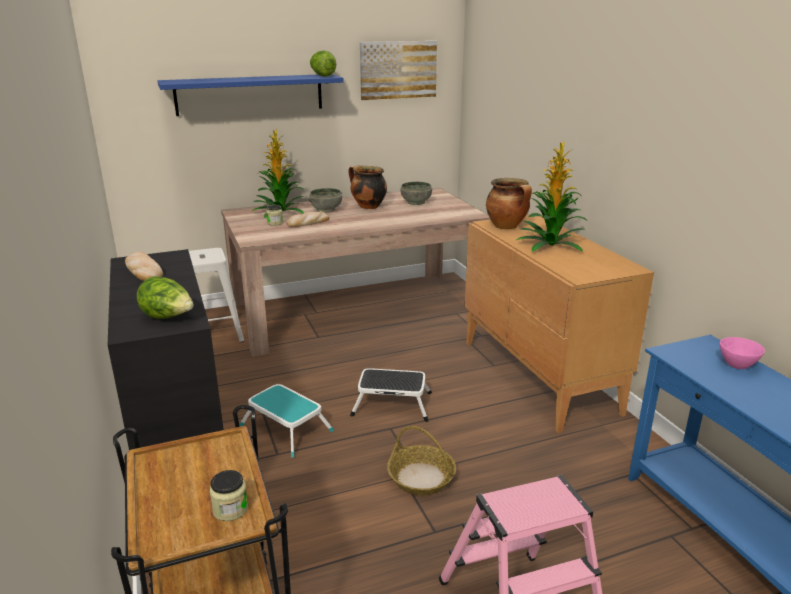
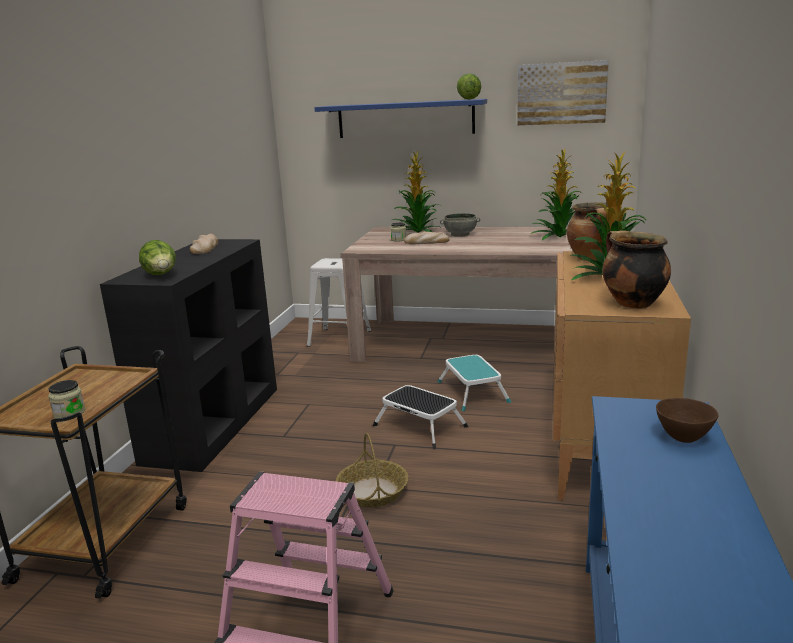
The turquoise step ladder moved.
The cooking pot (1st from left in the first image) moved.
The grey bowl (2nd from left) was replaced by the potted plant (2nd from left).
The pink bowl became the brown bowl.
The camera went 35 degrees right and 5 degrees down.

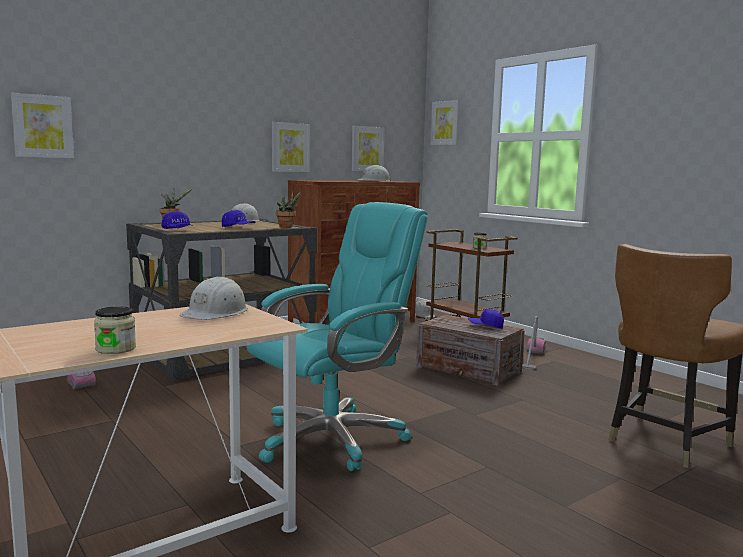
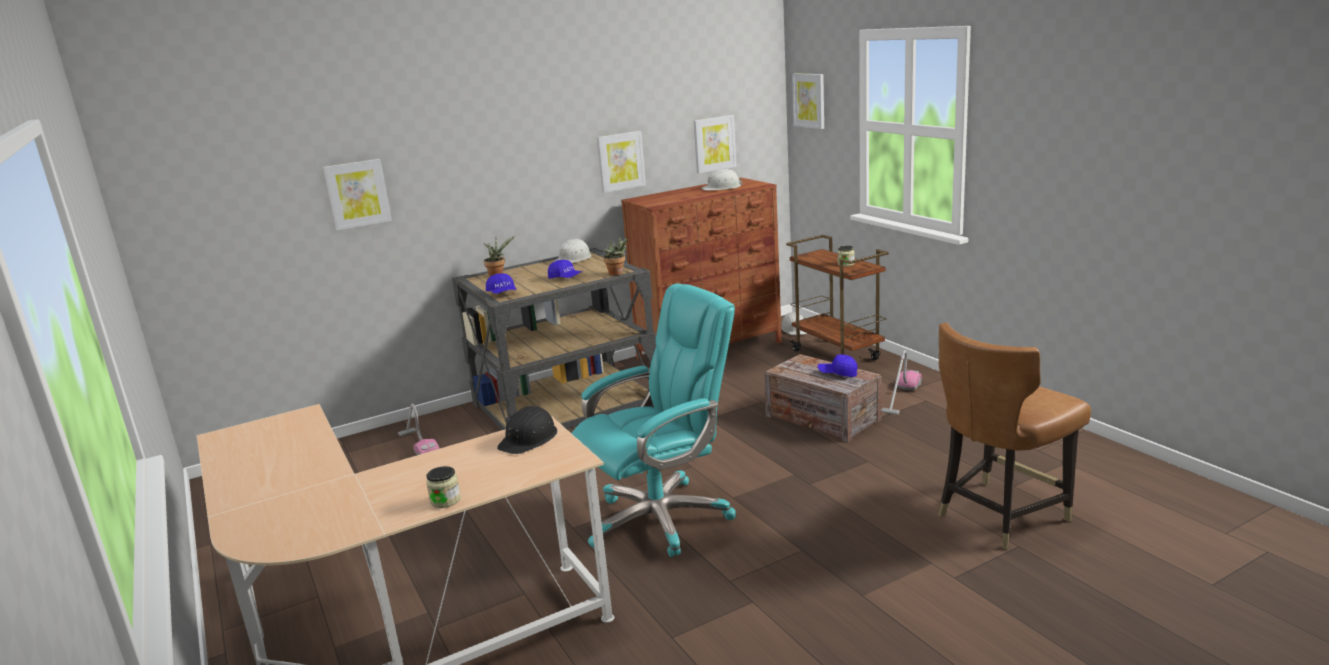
The white hard hat (1st from left) became the black hard hat.
The camera went 10 degrees right and 10 degrees up.

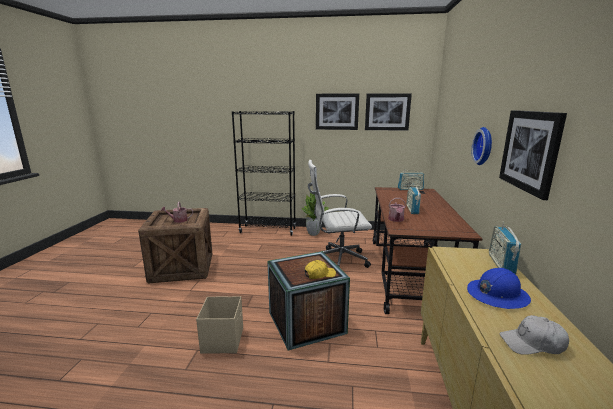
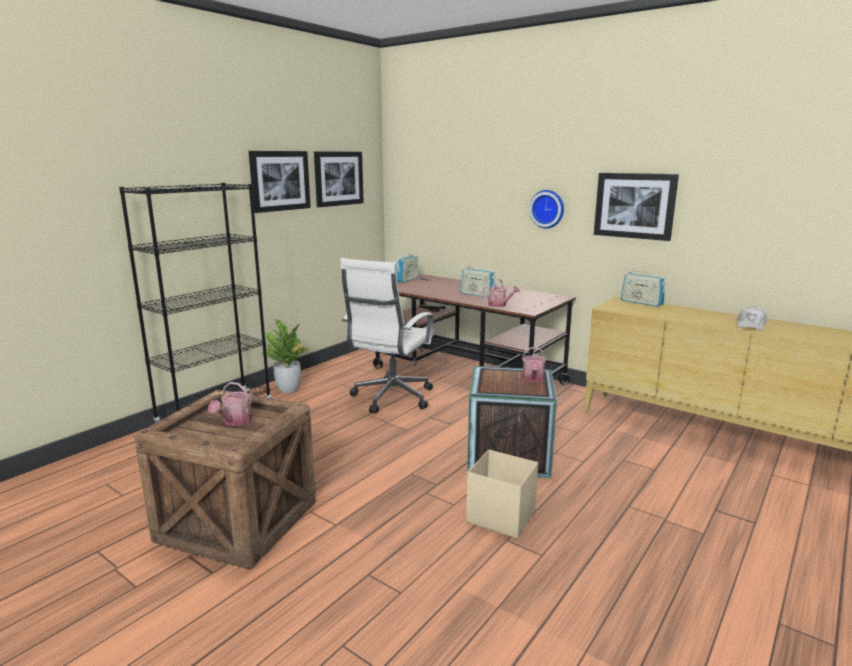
The blue hard hat disappeared.
The yellow cap was replaced by the watering can (3rd from left).
The camera went 60 degrees left and 0 degrees up.

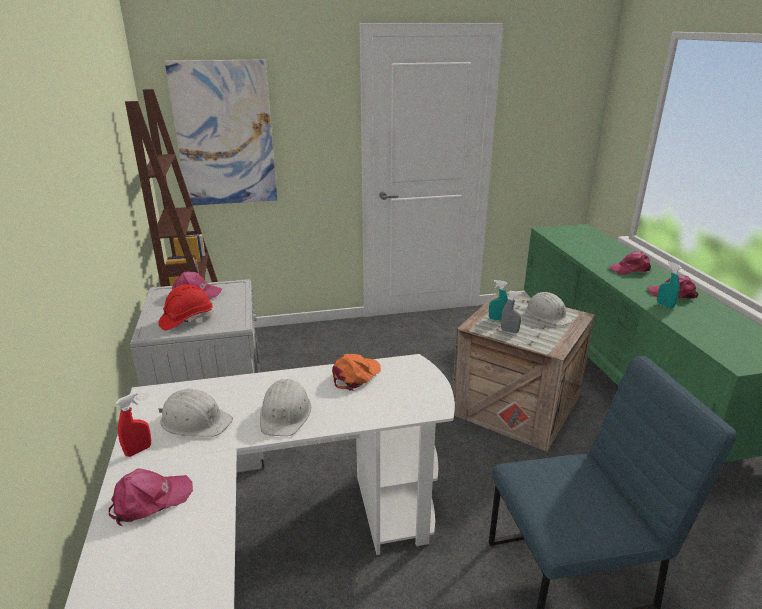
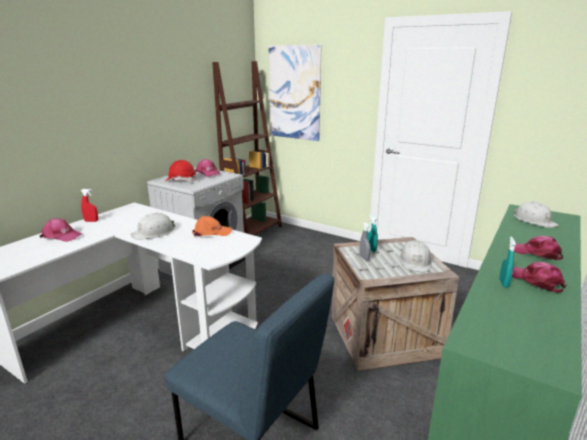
The white hard hat (1st from left in the first image) moved.
The camera went 45 degrees right and 5 degrees down.

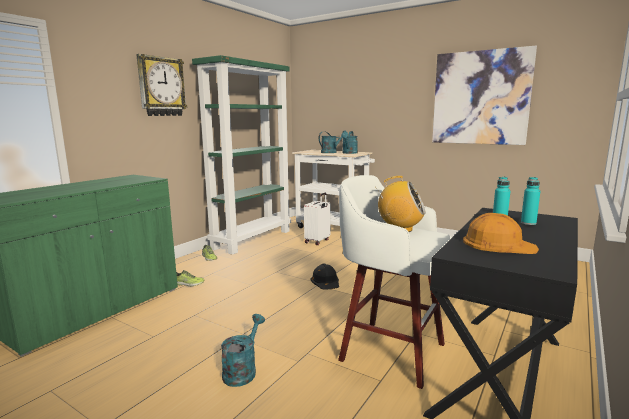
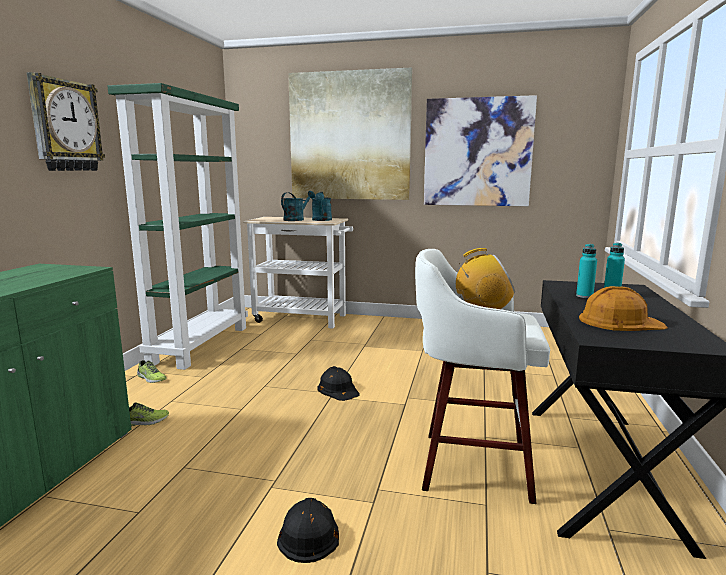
The white suitcase disappeared.
The picture (1st from left) appeared.
The turquoise watering can (1st from left) was replaced by the black hard hat (1st from left).
The camera went 20 degrees left and 0 degrees up.

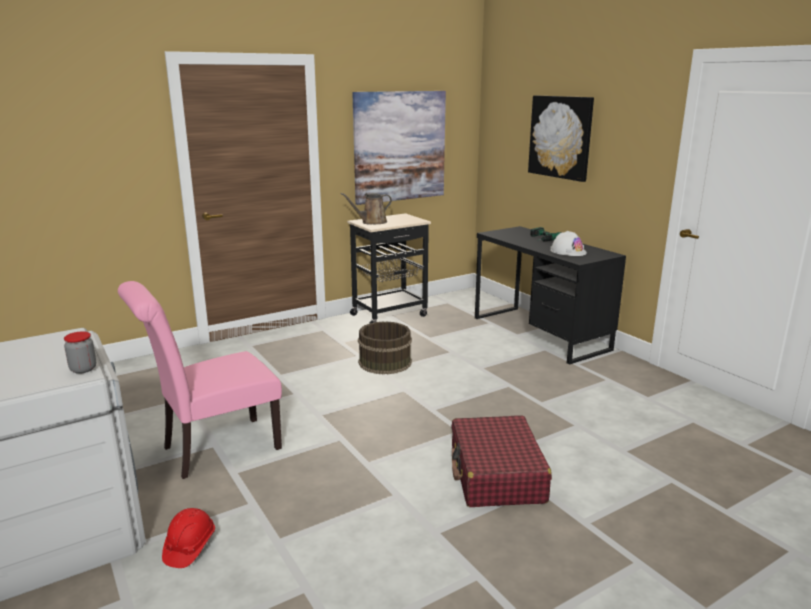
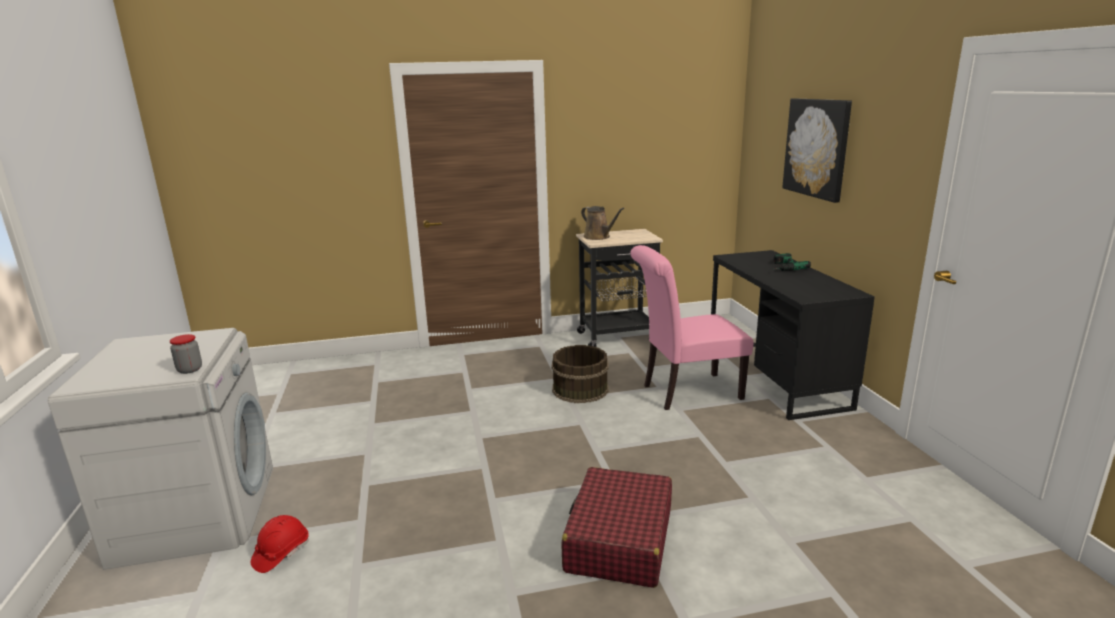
The picture (1st from left) disappeared.
The white hard hat disappeared.
The pink chair moved.
The brown watering can turned 120 degrees counterclockwise.
The camera went 20 degrees right and 0 degrees up.

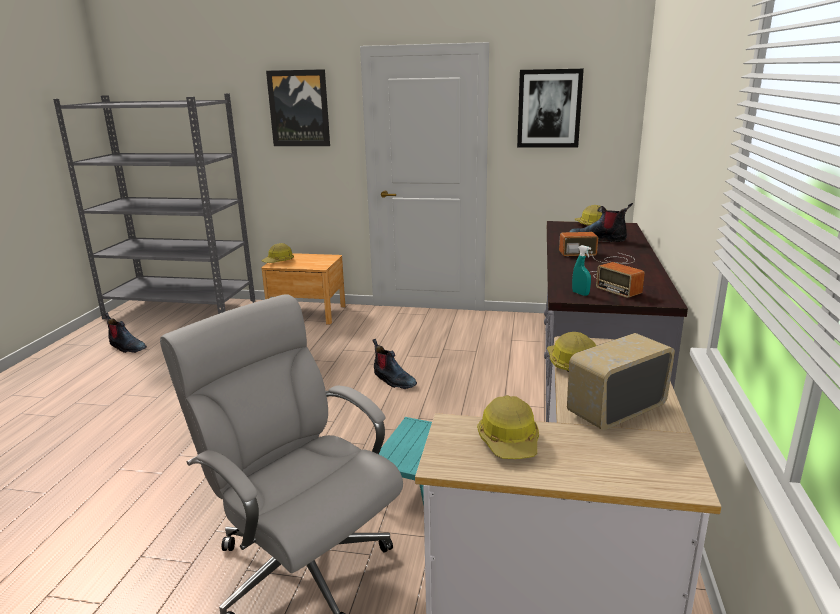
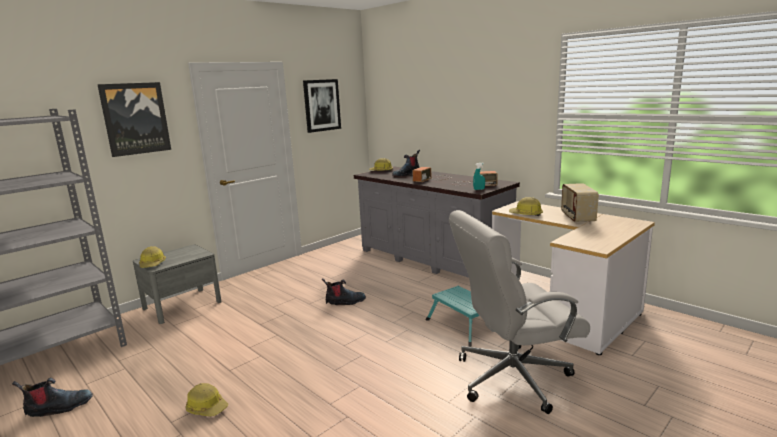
The hard hat (2nd from left) moved.
The brown nightstand became the grey nightstand.
The camera went 55 degrees left and 5 degrees down.

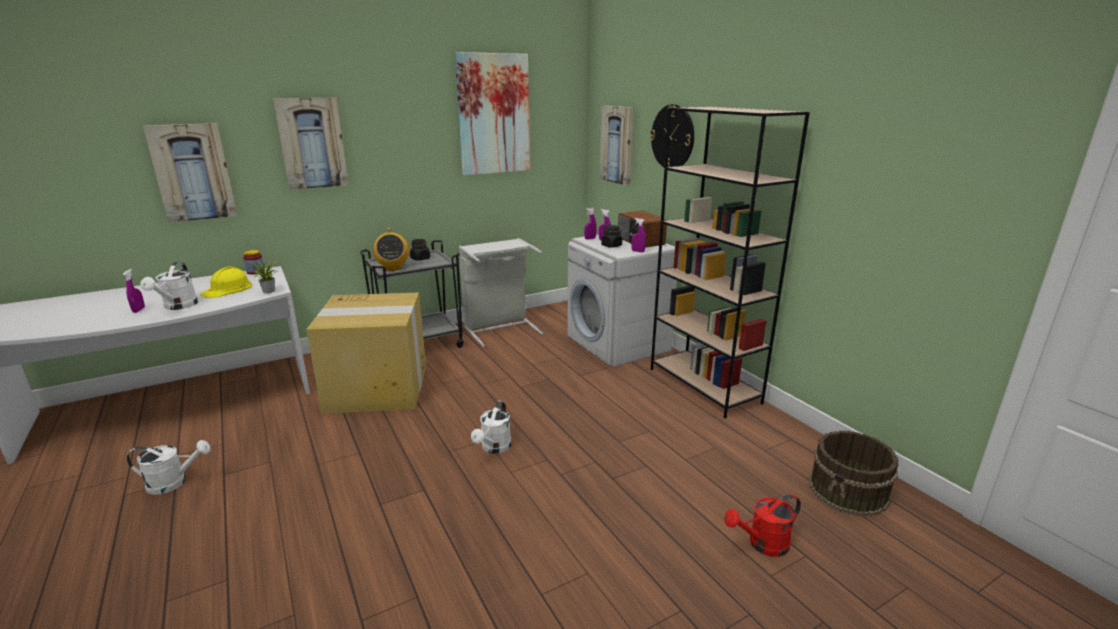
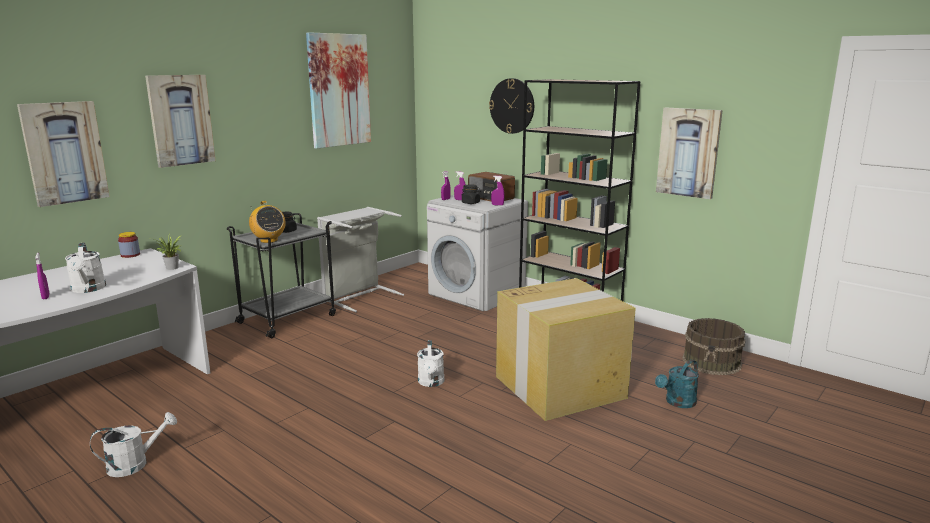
The yellow hard hat disappeared.
The cardboard box moved.
The picture (4th from left) moved.
The red watering can became the turquoise watering can.
The camera went 20 degrees left and 5 degrees down.

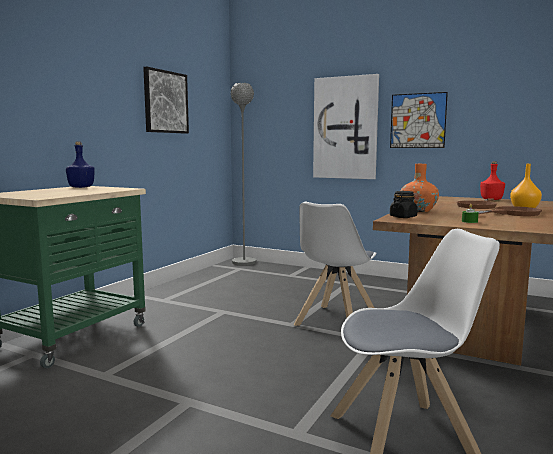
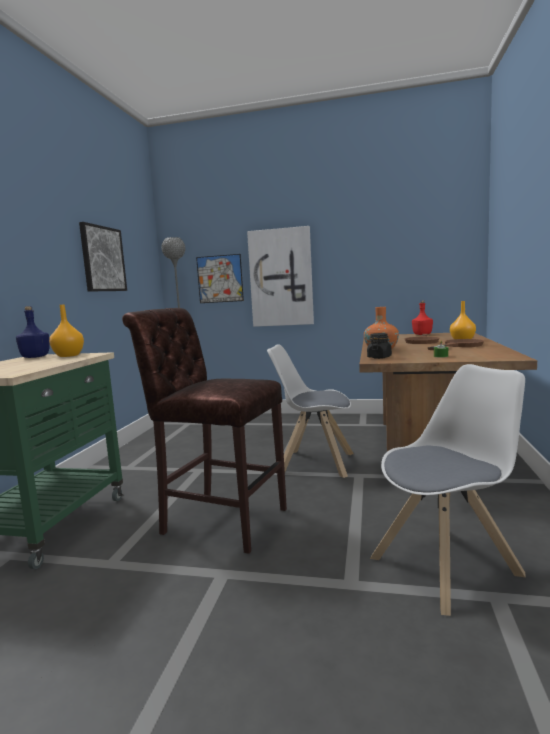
The orange vase (1st from left) appeared.
The brown stool appeared.
The picture (3rd from left in the first image) moved.
The chair (1st from left) turned 90 degrees clockwise.
The camera went 15 degrees left and 0 degrees up.

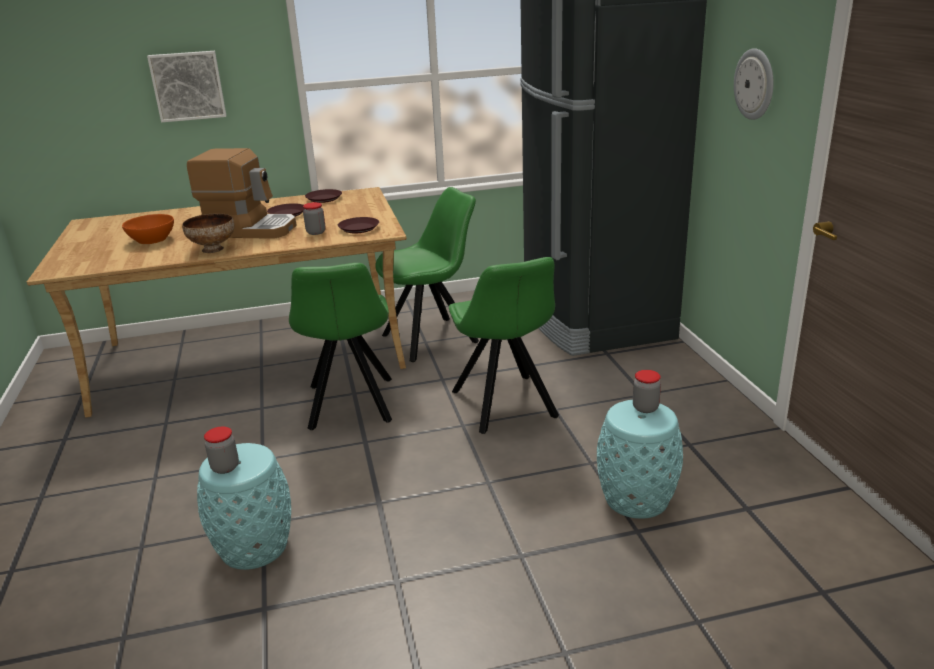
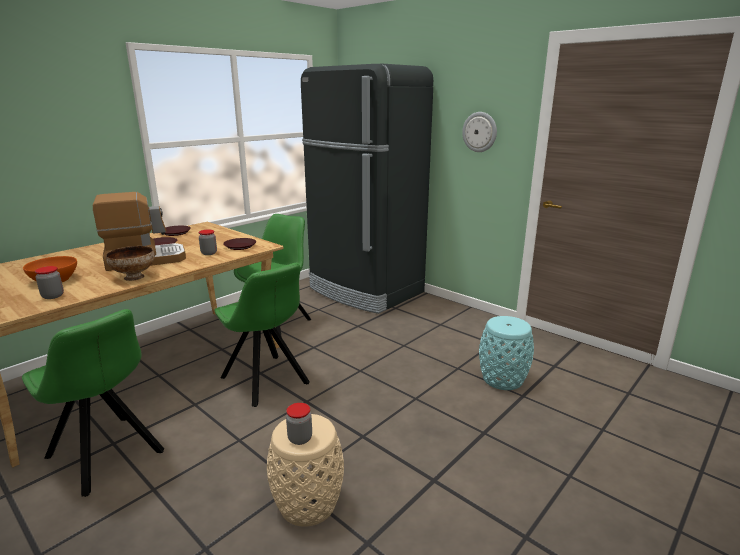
The picture disappeared.
The green chair (3rd from left in the first image) moved.
The jar (3rd from left in the first image) moved.
The turquoise stool (1st from left) became the beige stool.
The camera went 35 degrees left and 5 degrees down.

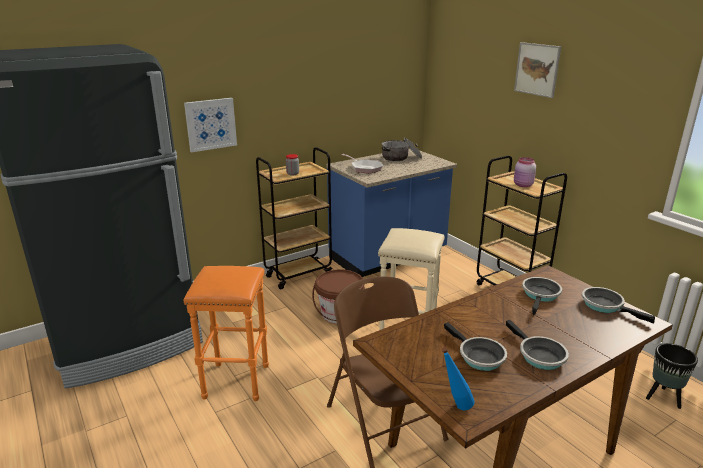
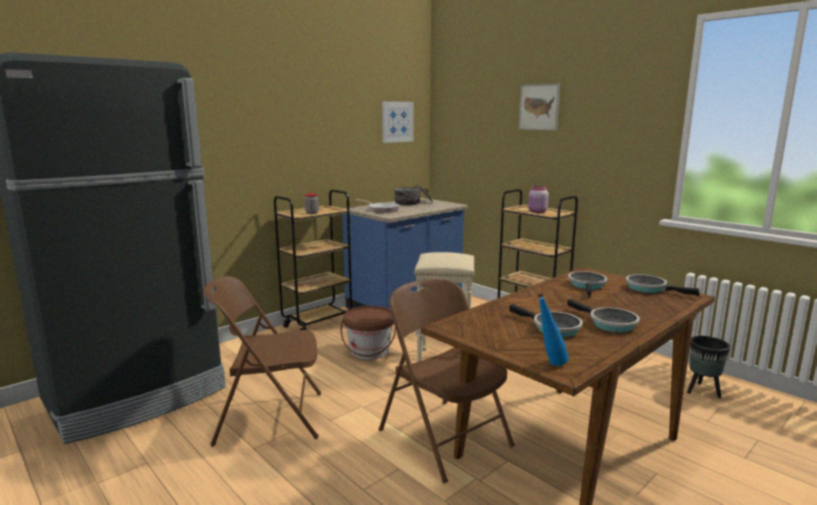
The picture (1st from left) moved.
The orange stool was replaced by the brown chair (1st from left).
The camera went 10 degrees left and 10 degrees down.

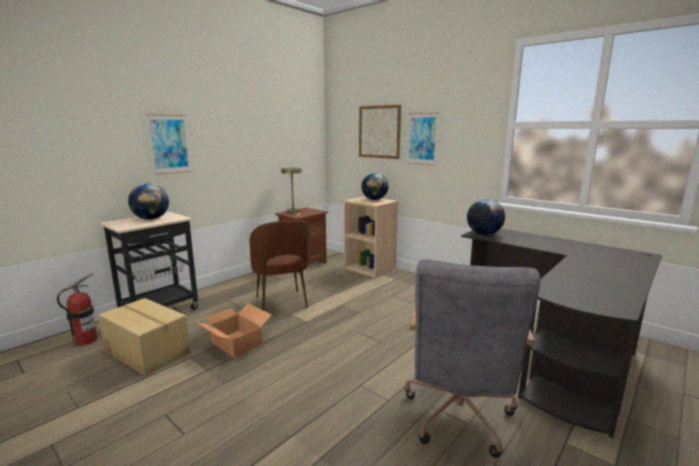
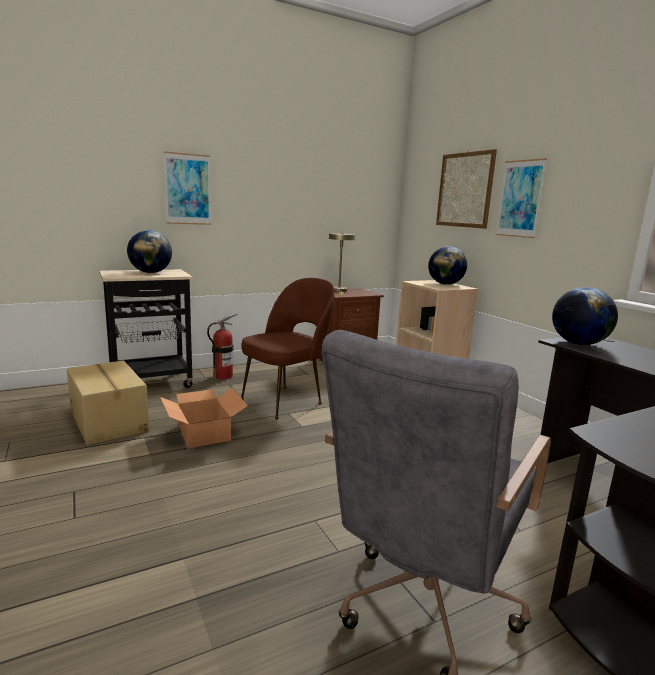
The fire extinguisher moved.
The brown chair turned 135 degrees counterclockwise.
The camera went 20 degrees right and 0 degrees up.

